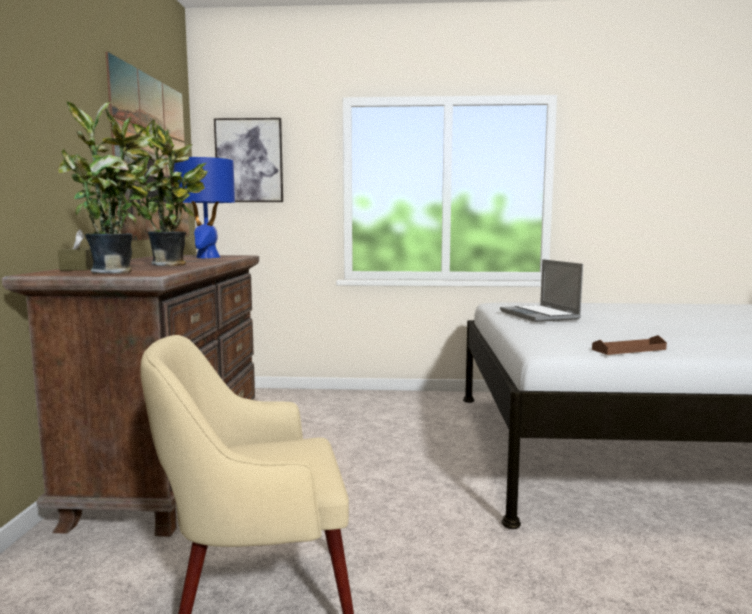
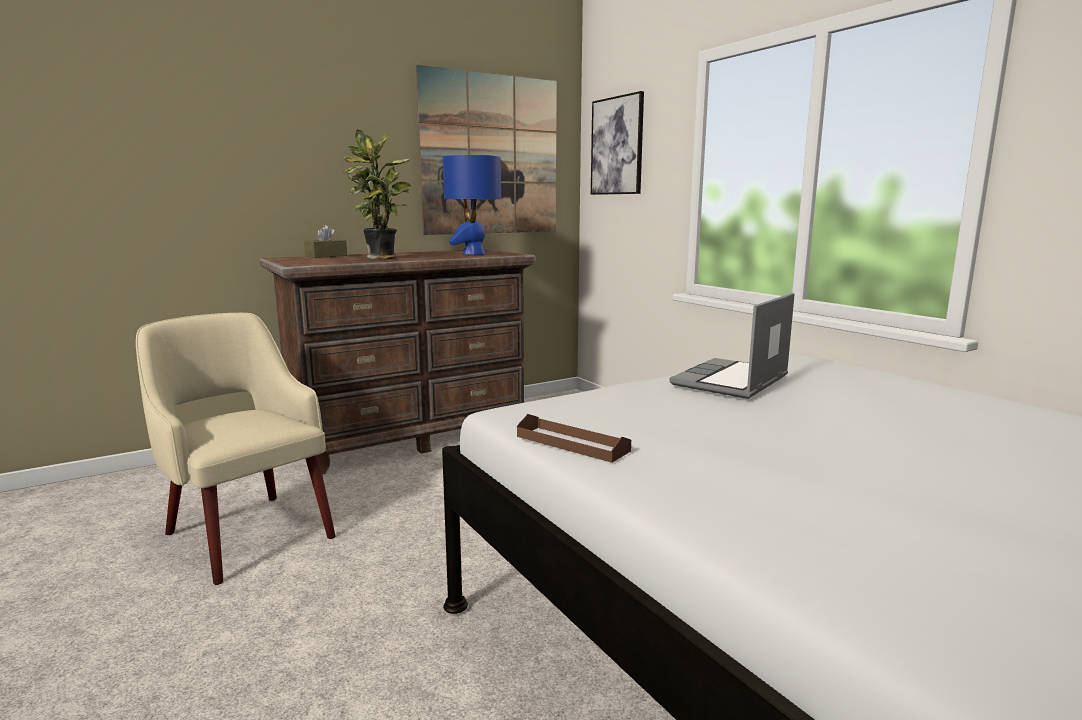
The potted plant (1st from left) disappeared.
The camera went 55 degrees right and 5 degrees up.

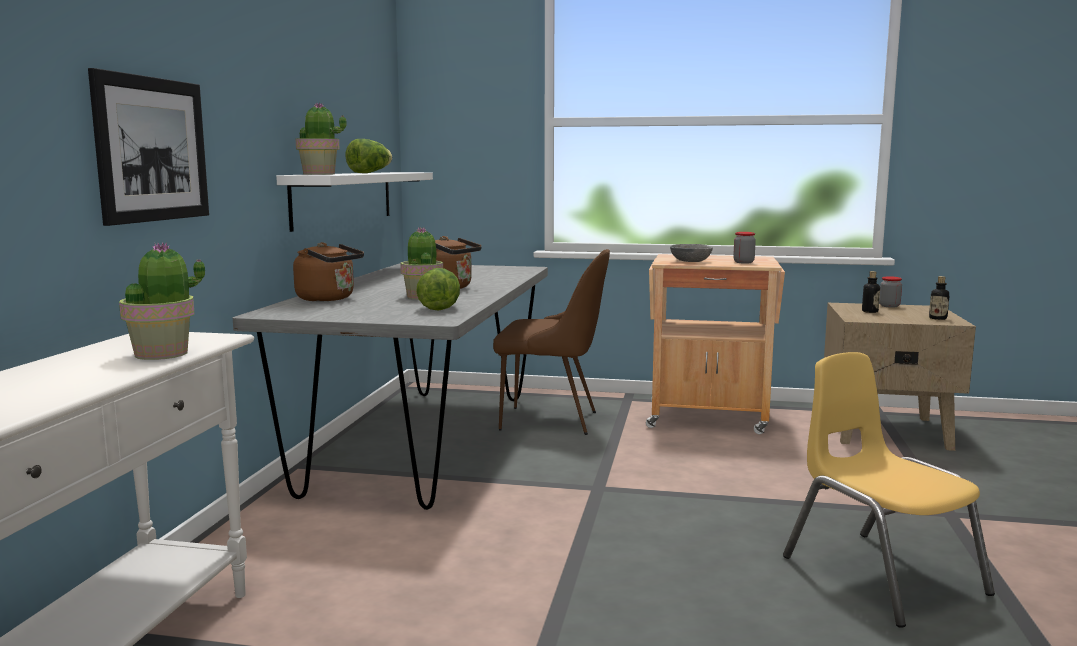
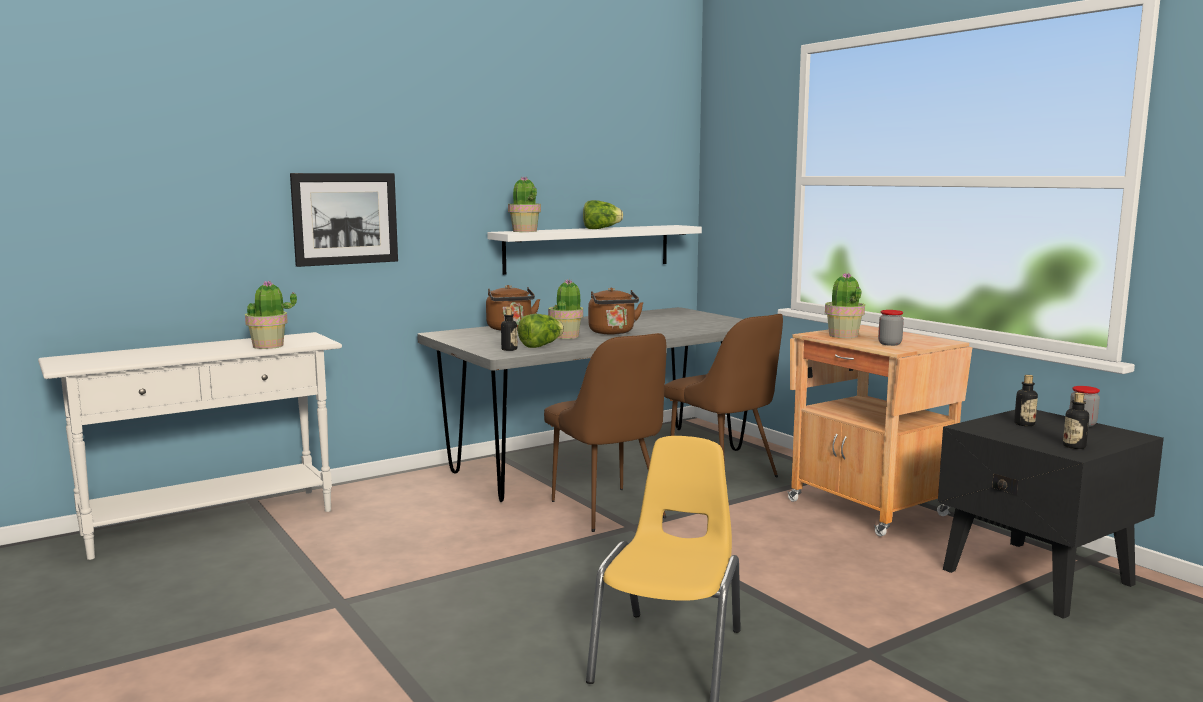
The bottle (1st from left) appeared.
The brown chair (1st from left) appeared.
The grey bowl was replaced by the potted plant (4th from left).
The beige nightstand became the black nightstand.
The camera went 45 degrees right and 0 degrees up.

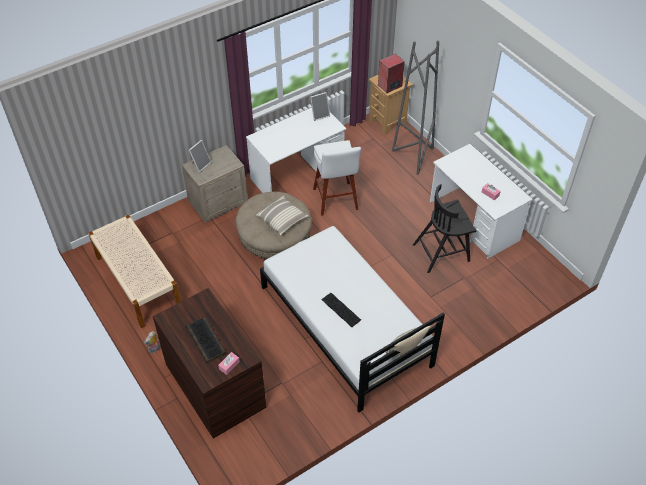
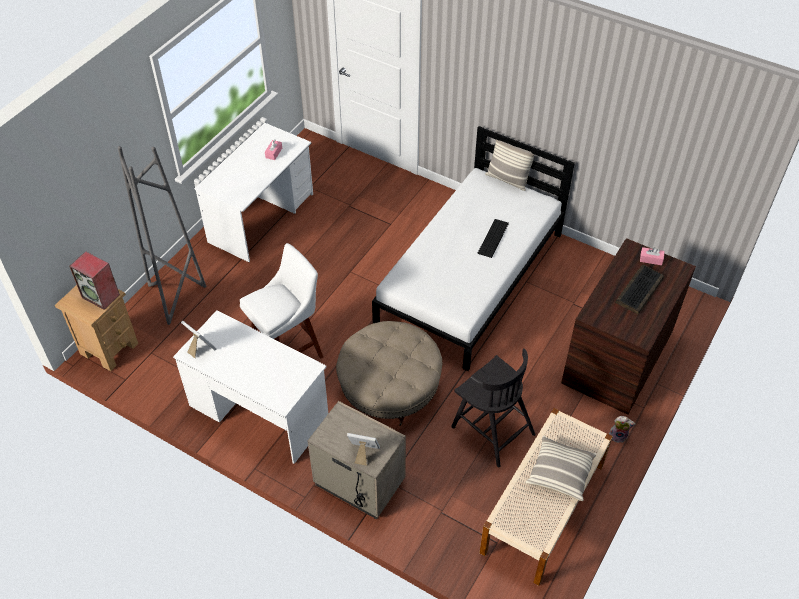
The pillow (1st from left in the first image) moved.
The black chair moved.
The camera went 115 degrees left and 0 degrees up.

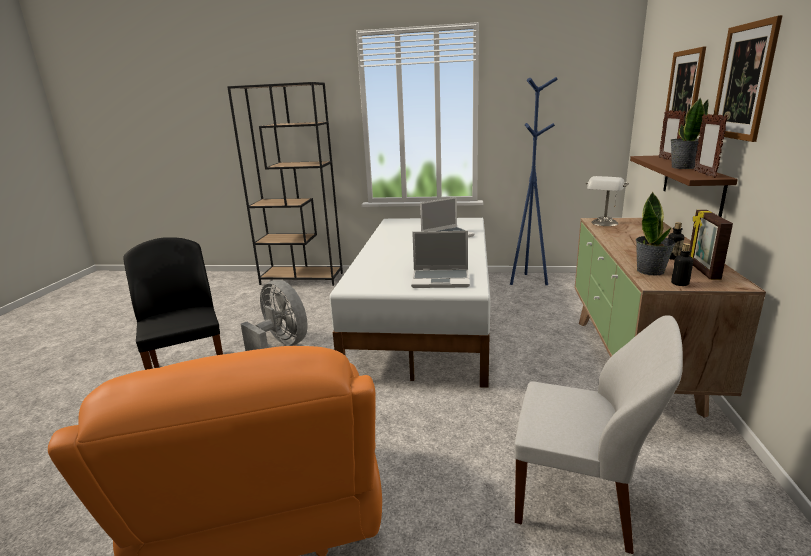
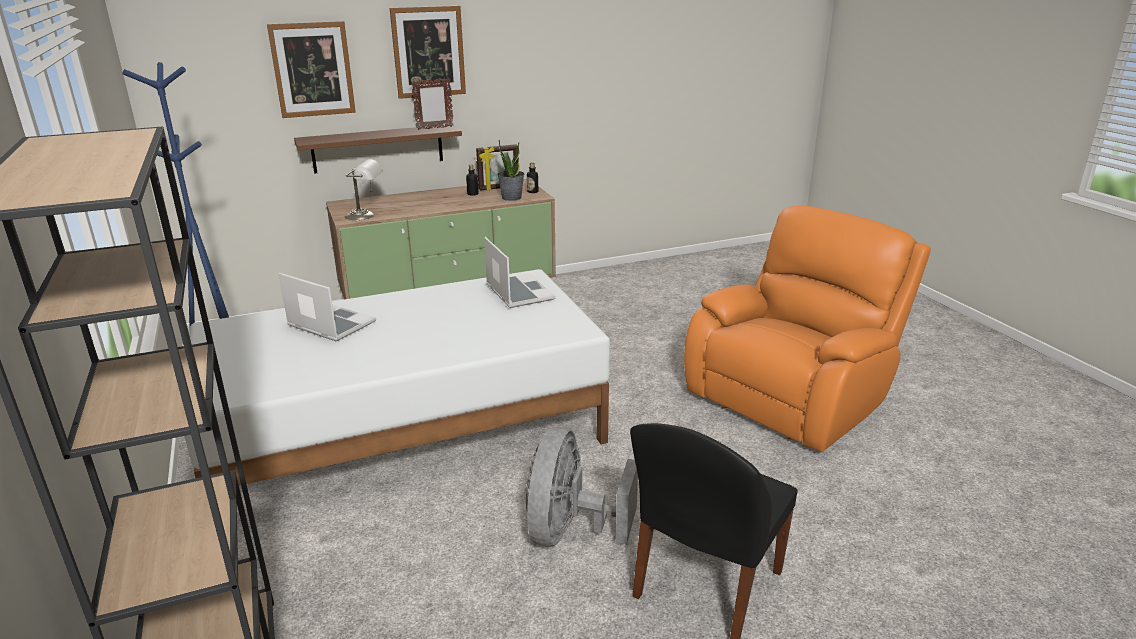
The white chair disappeared.
The picture frame (1st from left) disappeared.
The potted plant (2nd from left) disappeared.
The camera went 120 degrees left and 5 degrees up.

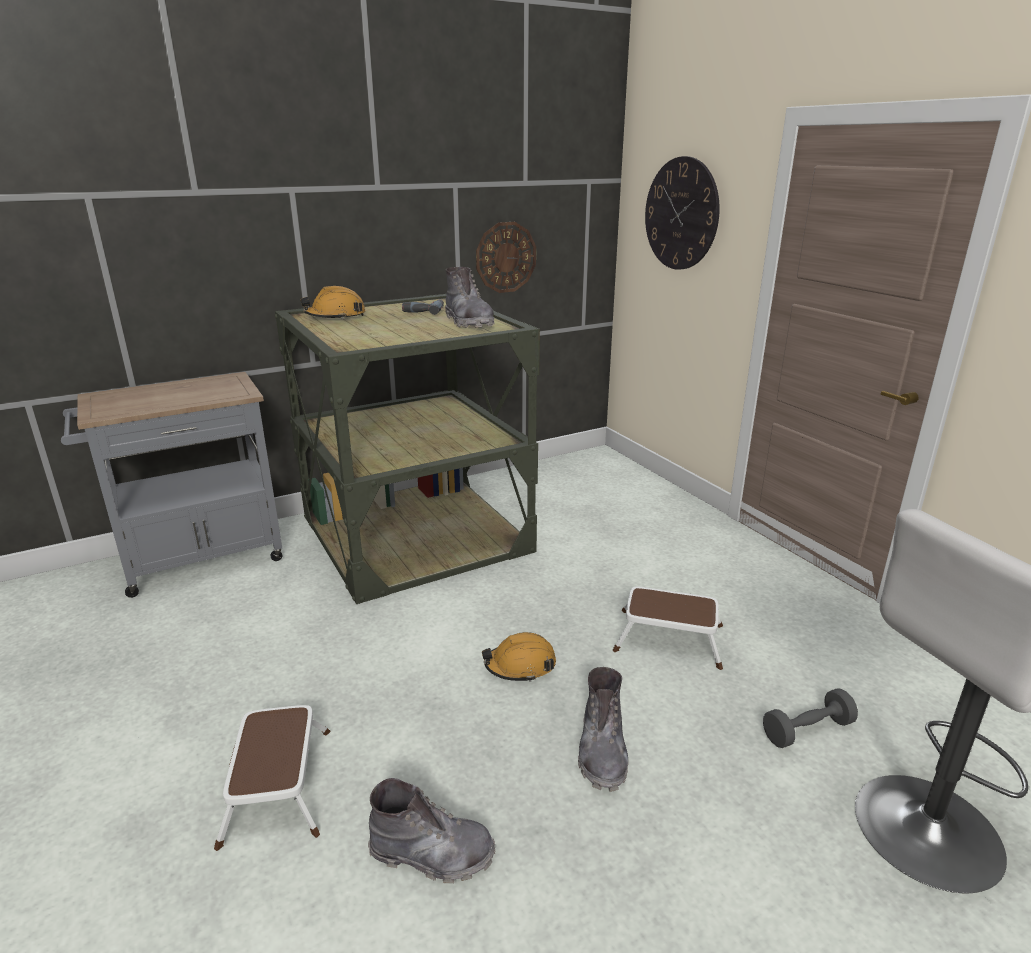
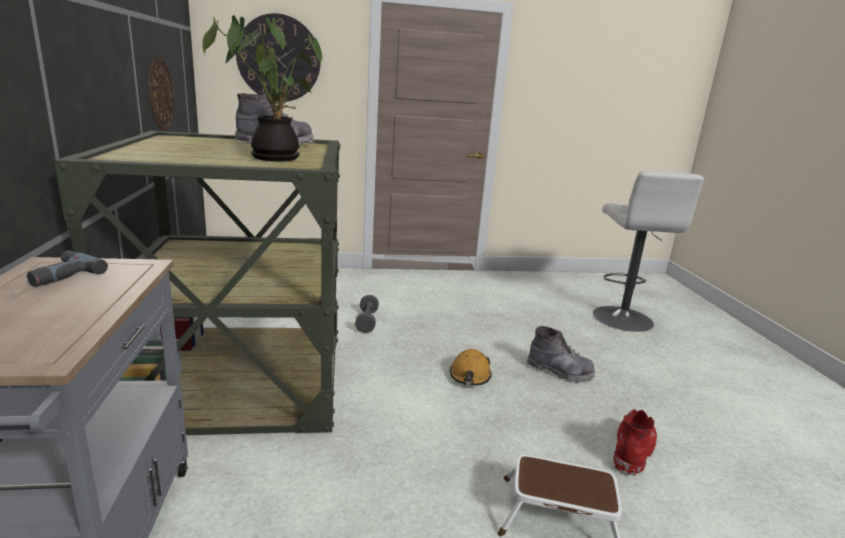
The orange hard hat (1st from left) disappeared.
The brown step ladder (2nd from left) disappeared.
The potted plant appeared.
The power drill moved.
The grey dumbbell moved.
The grey boot (1st from left) became the red boot.
The camera went 70 degrees left and 5 degrees down.

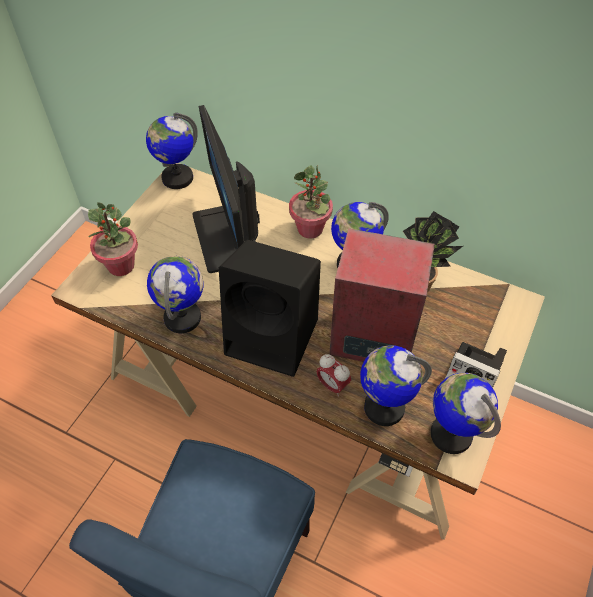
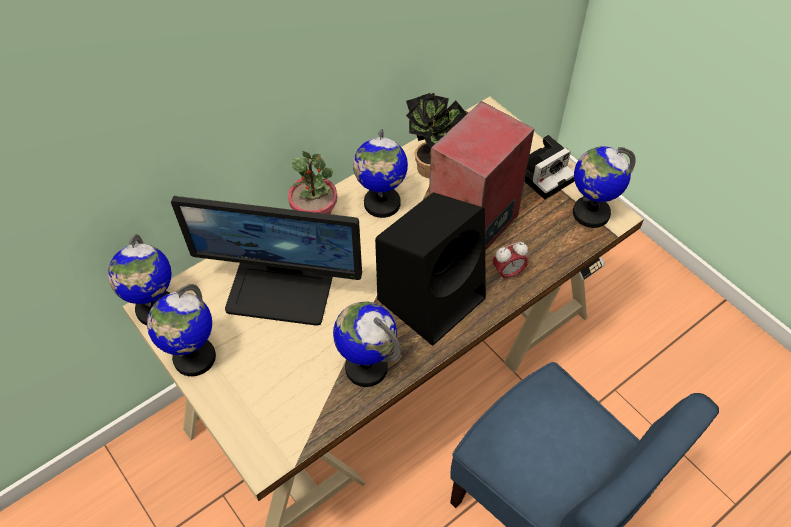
The potted plant (1st from left) disappeared.
The globe (4th from left in the first image) moved.
The camera went 65 degrees left and 0 degrees up.

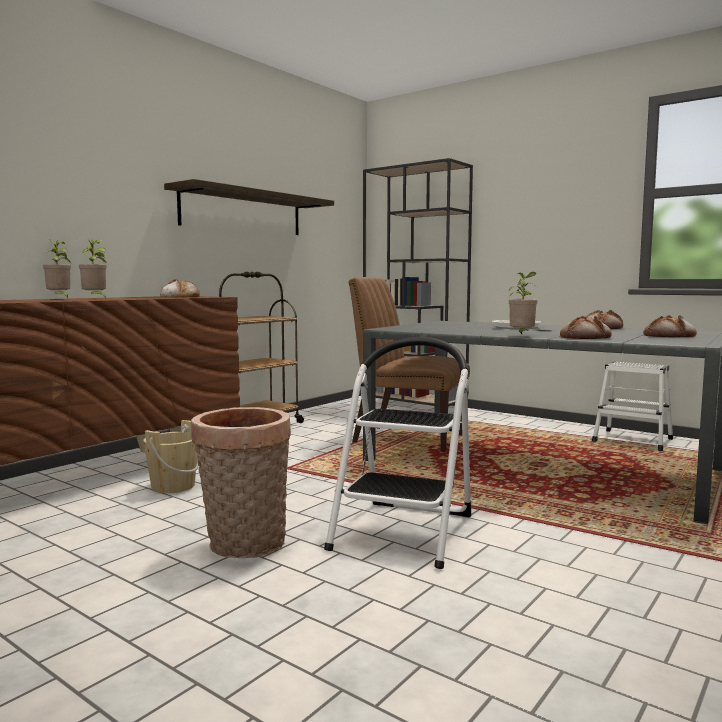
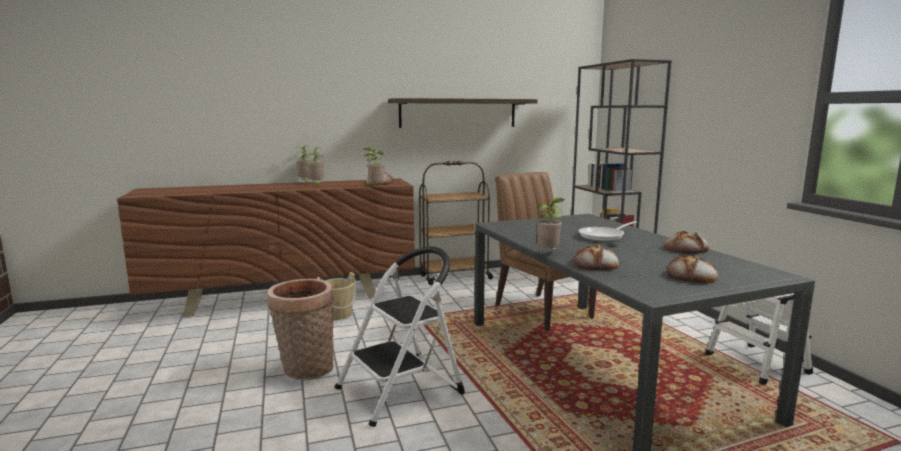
The potted plant (3rd from left) appeared.
The camera went 35 degrees right and 5 degrees up.

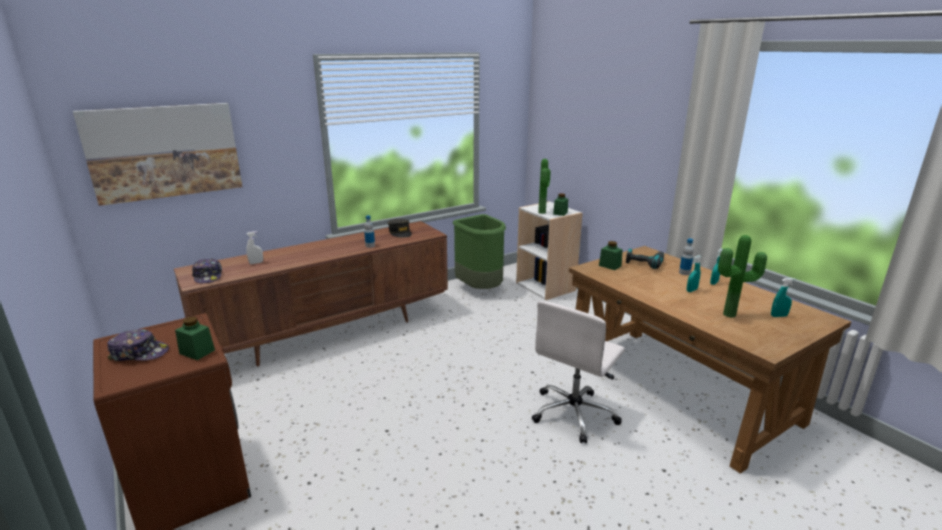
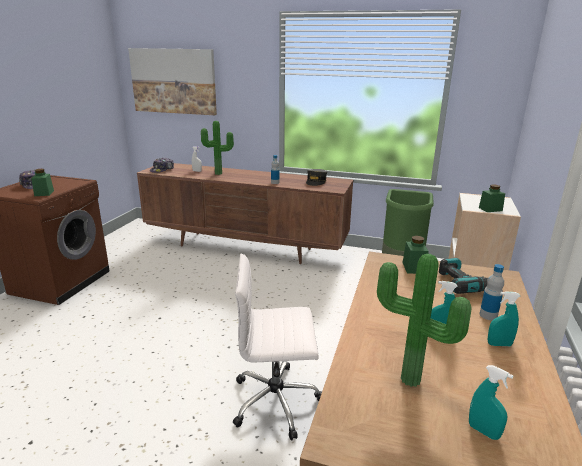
The potted plant (1st from left) moved.
The camera went 50 degrees right and 0 degrees up.

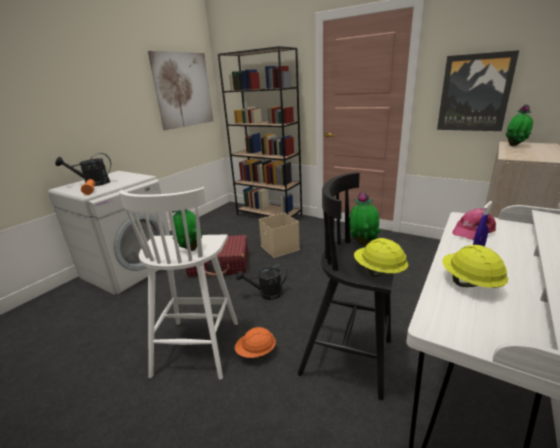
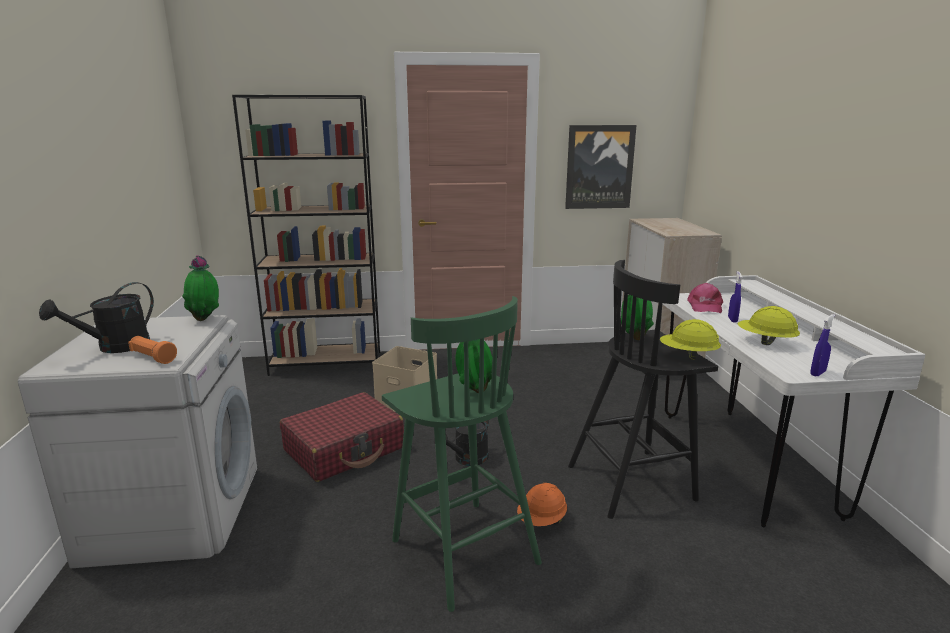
The picture (1st from left) disappeared.
The blue spray bottle (2nd from left) appeared.
The potted plant (3rd from left in the first image) moved.
The white stool became the green stool.
The camera went 40 degrees left and 5 degrees down.

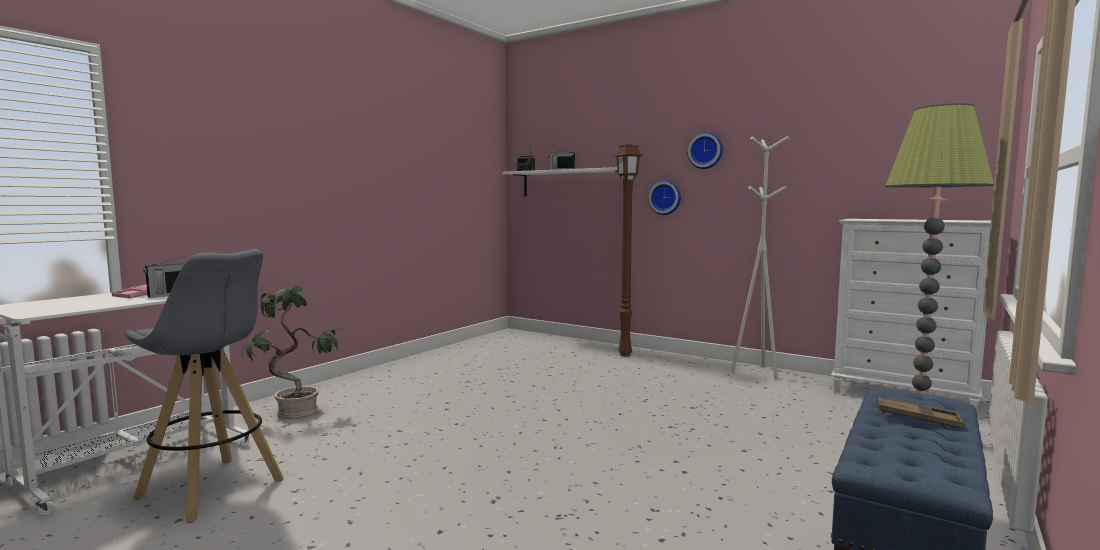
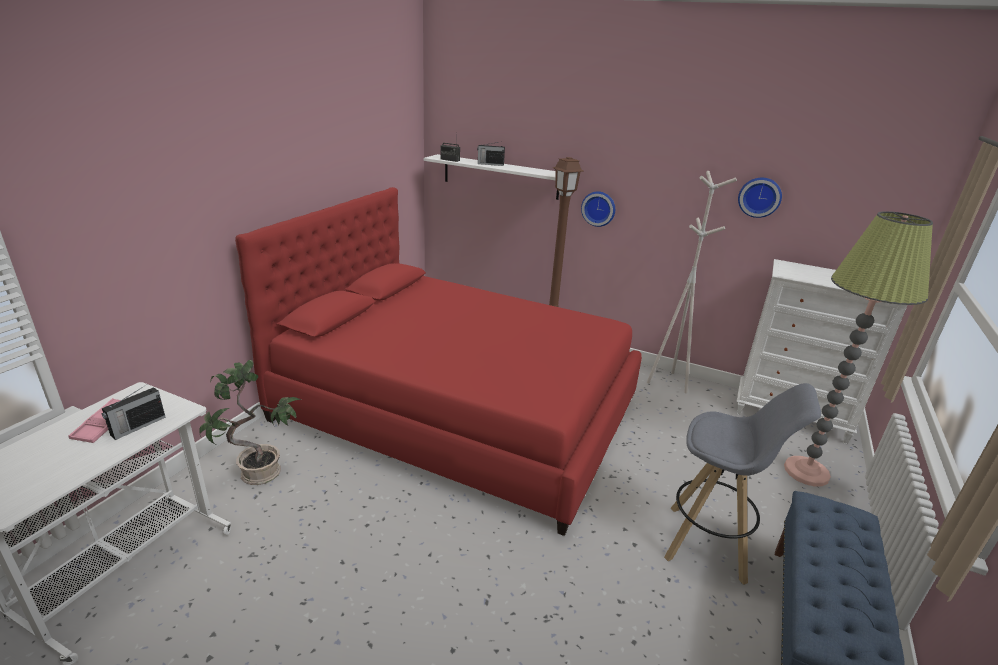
The brown tray disappeared.
The red bed appeared.
The grey stool moved.
The wall clock (2nd from left) moved.
The camera went 10 degrees left and 20 degrees up.

